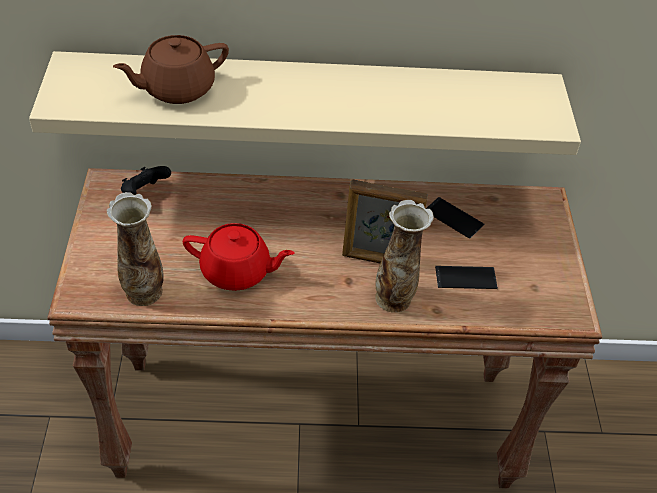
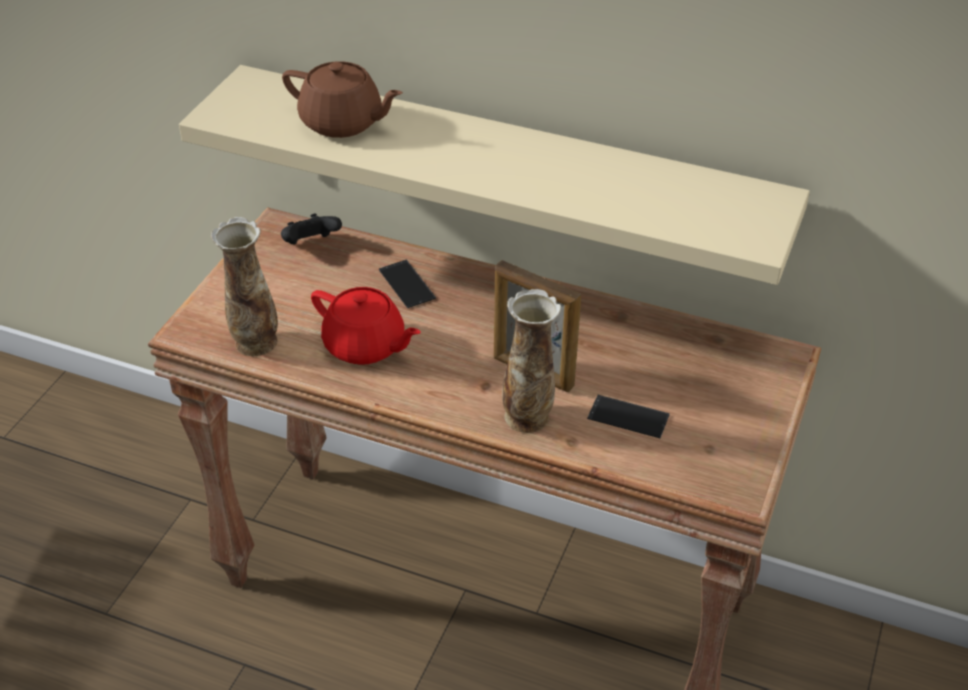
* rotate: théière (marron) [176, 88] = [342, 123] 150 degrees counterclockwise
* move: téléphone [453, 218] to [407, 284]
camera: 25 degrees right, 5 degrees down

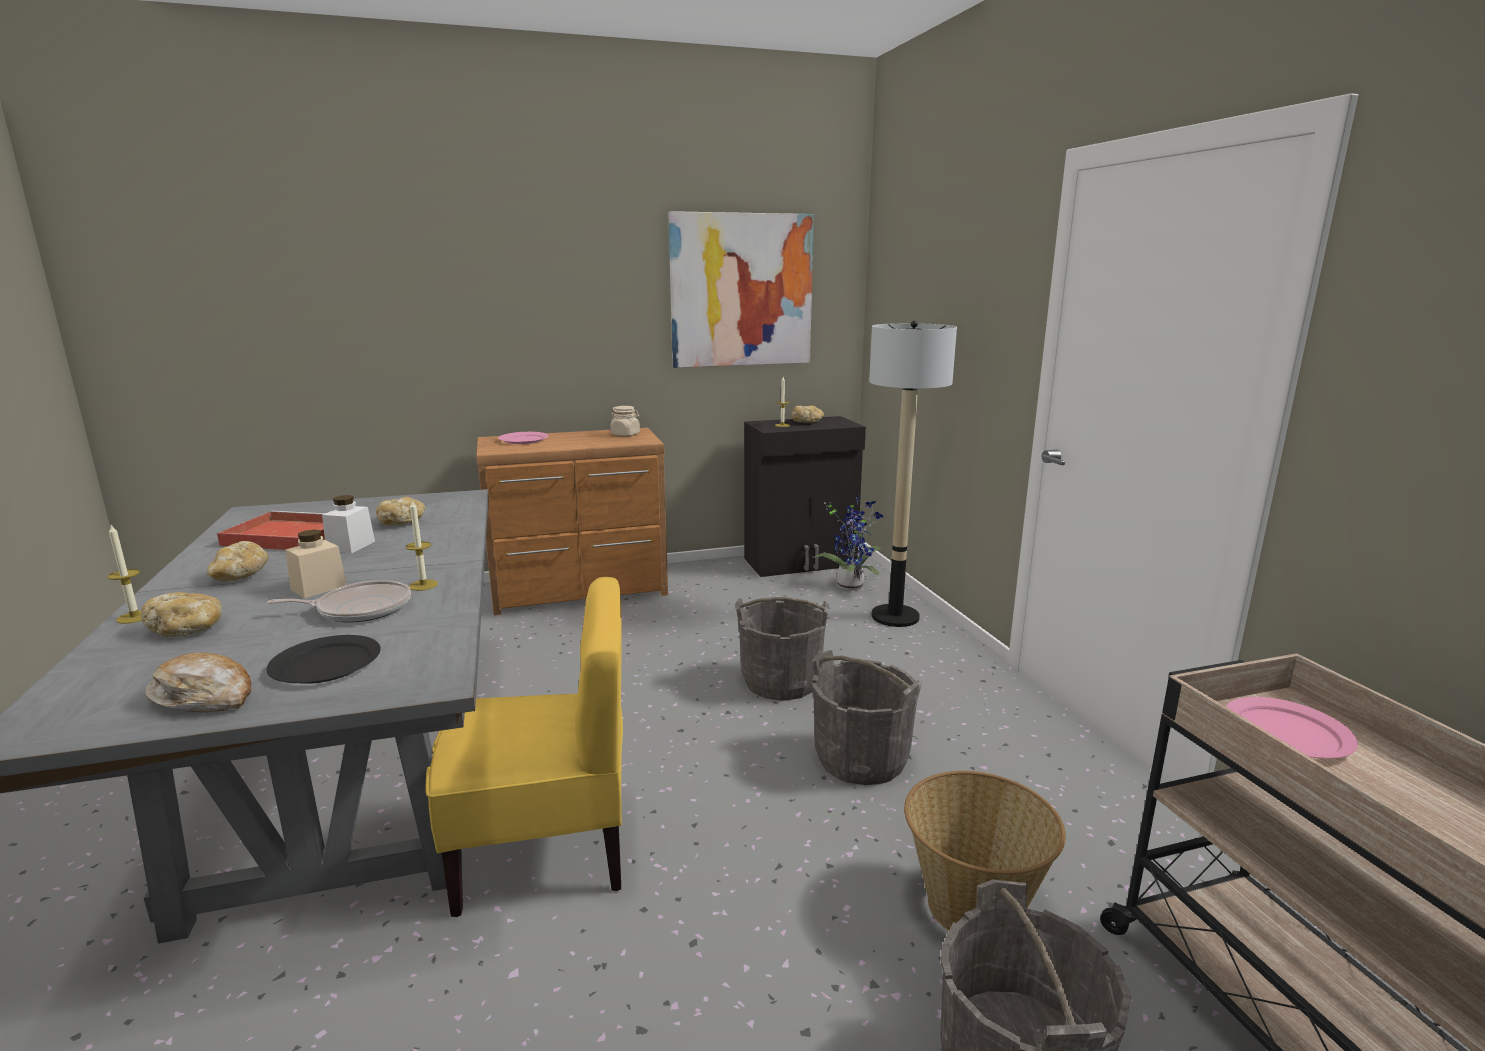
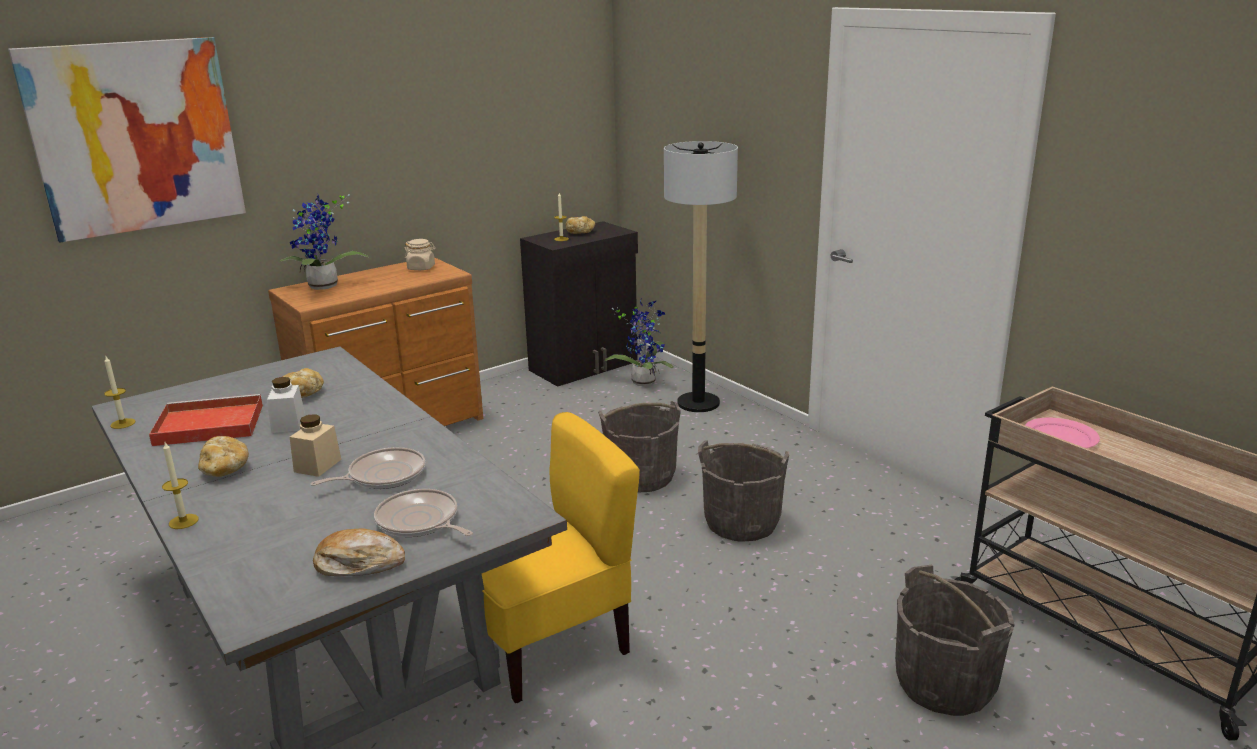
* delete: pain [188, 630]
* replace: assiette (noir) [325, 664] to poêle [420, 522]
* move: bougie [423, 585] to [123, 423]
* replace: assiette (rose) [523, 440] to plante en pot [324, 287]
* move: tableau [741, 290] to [136, 137]
* delete: panier [973, 905]
camera: 20 degrees left, 5 degrees up

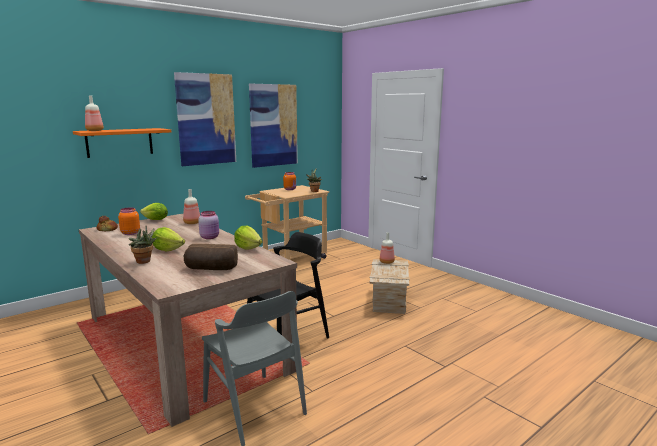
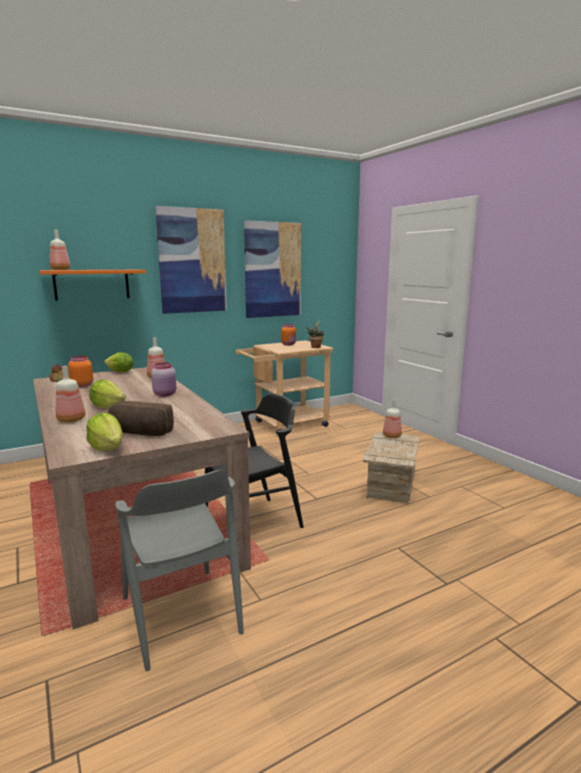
* replace: plante en pot [144, 262] to bouteille [71, 420]
* move: laitue [248, 248] to [107, 448]
camera: 10 degrees right, 0 degrees up

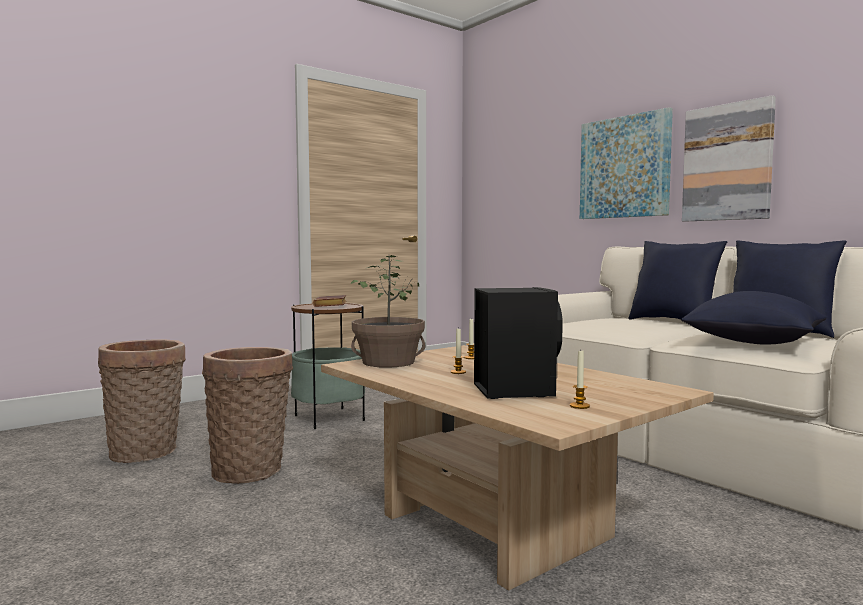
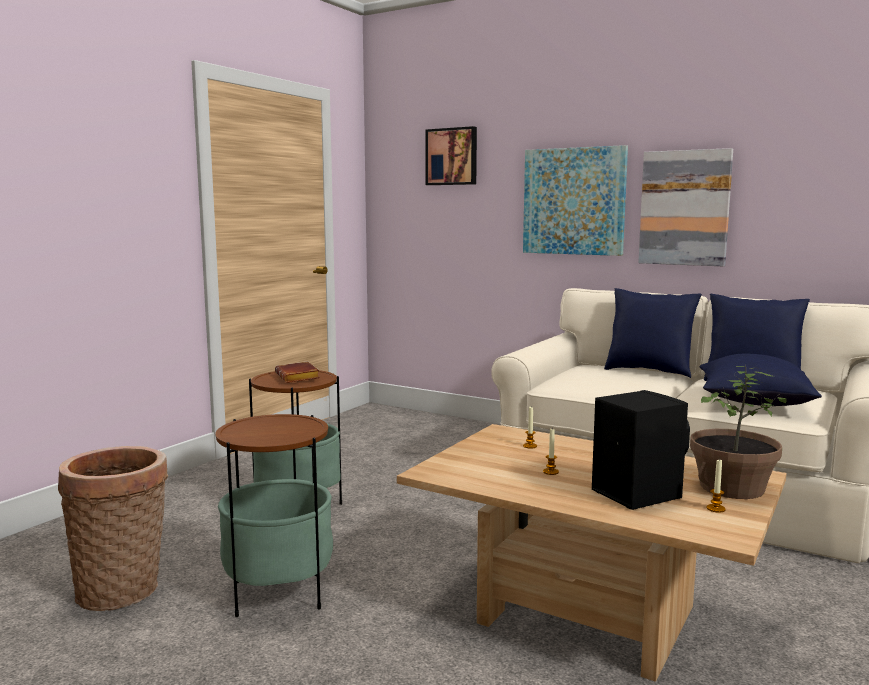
* replace: panier [251, 469] to table d'appoint [279, 592]
* move: plante en pot [388, 362] to [731, 487]
* insert: tableau [452, 156]
camera: 20 degrees left, 5 degrees up

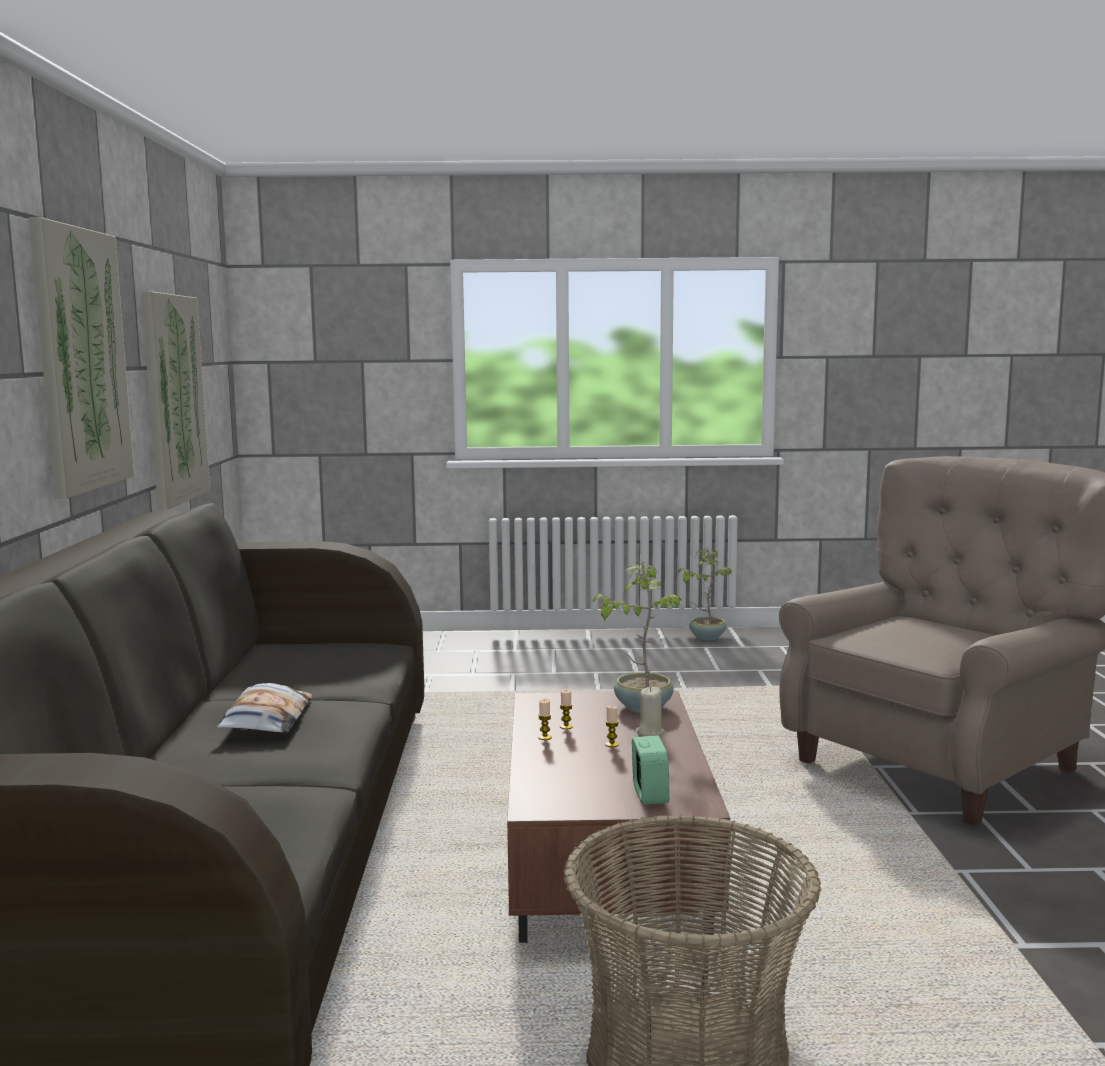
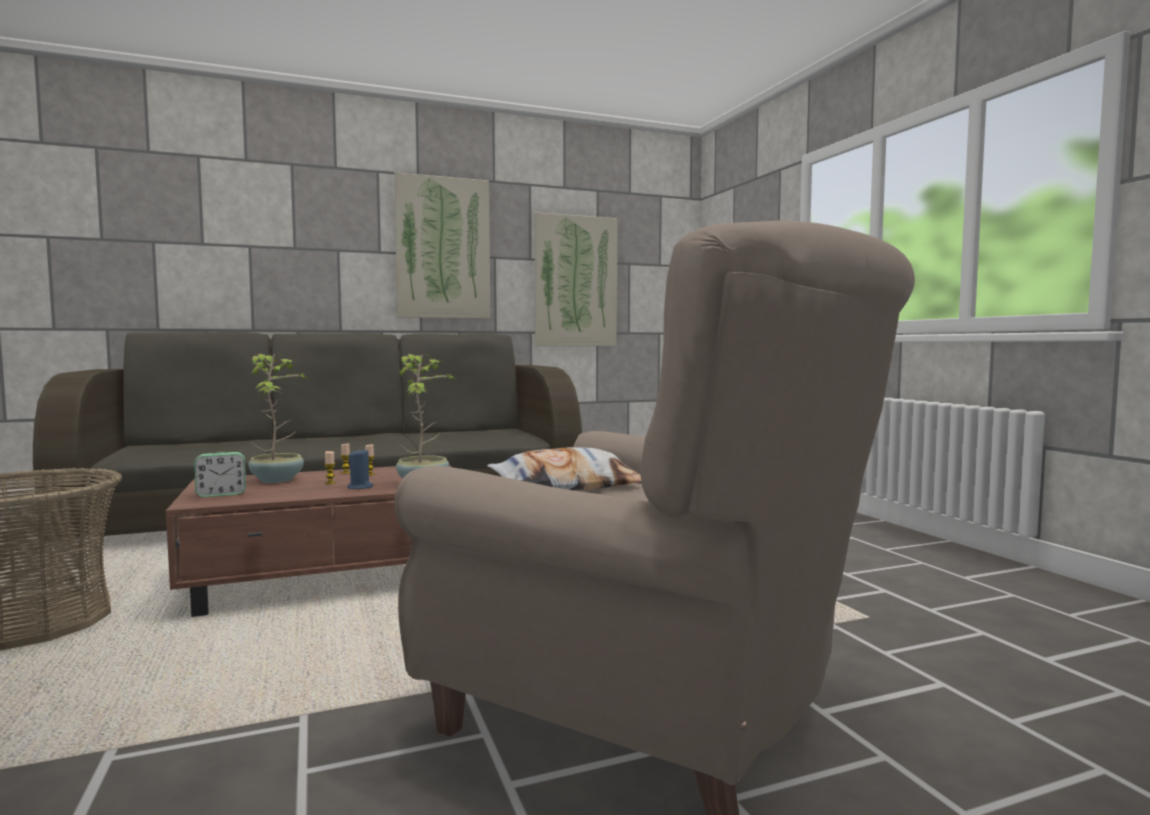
* move: coussin [266, 720] to [566, 485]
* recolor: bougie (beige) [650, 732] to bougie (bleu) [360, 487]
* move: plante en pot [706, 637] to [278, 480]
camera: 70 degrees right, 5 degrees down

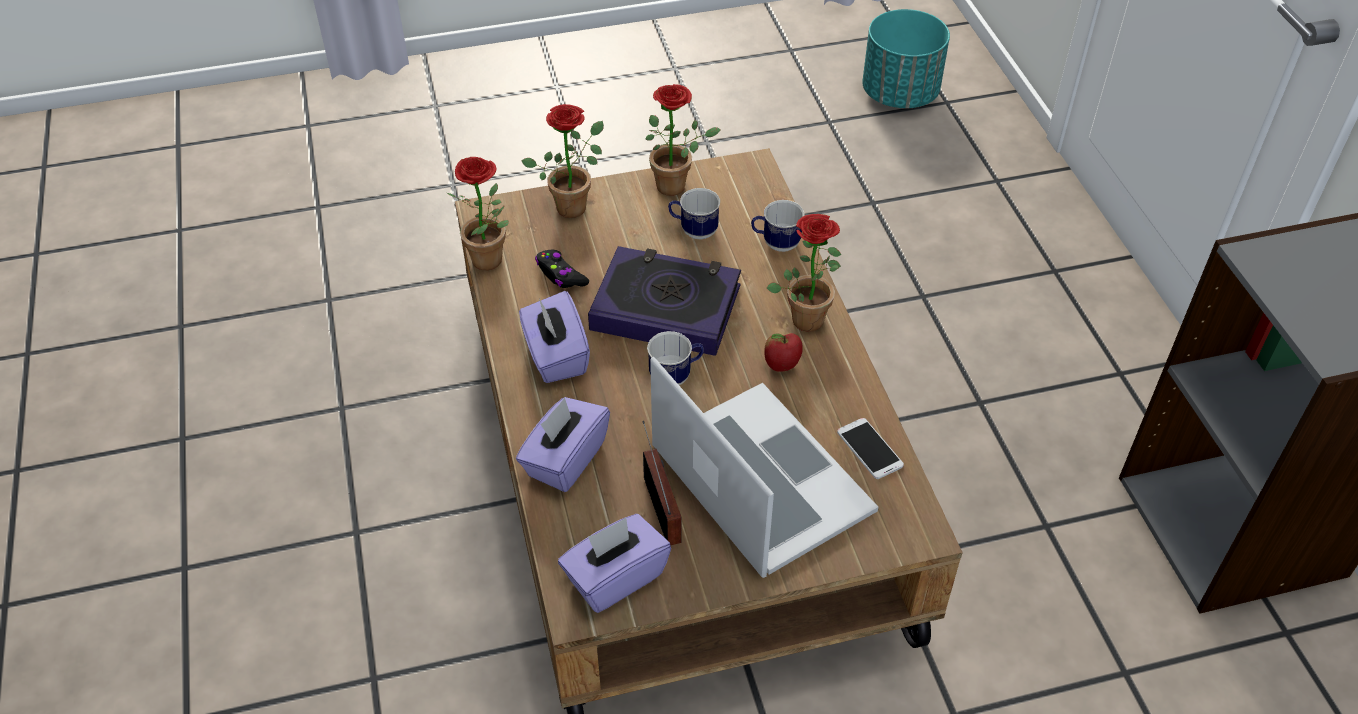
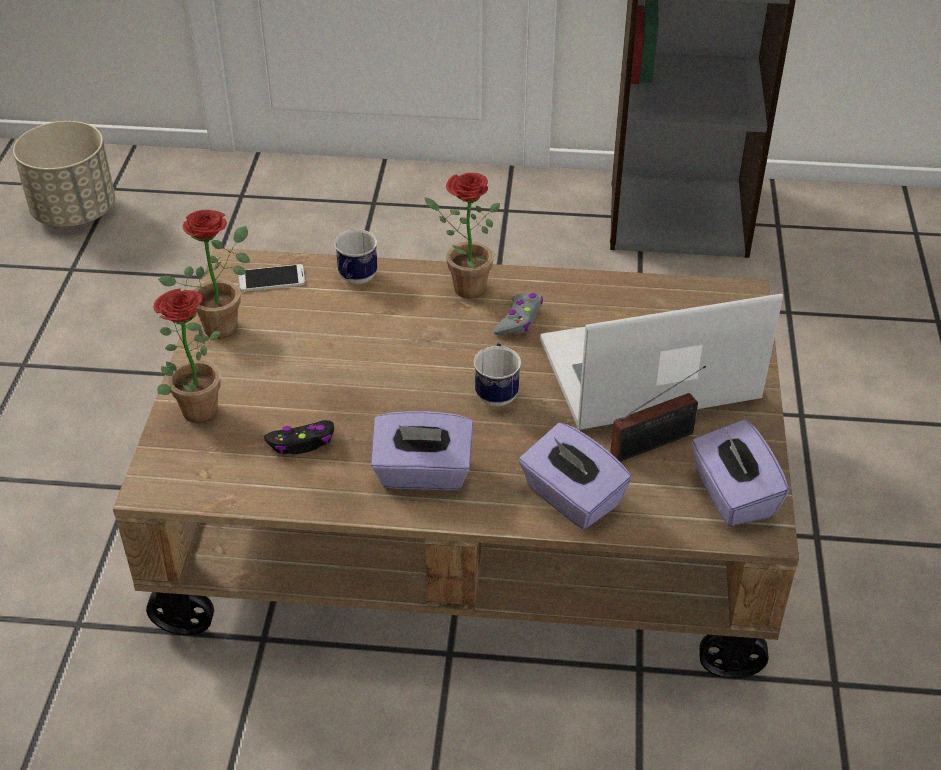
* delete: plante en pot [492, 262]
* delete: livre [666, 308]
* rotate: radio [661, 505] = [657, 442] 150 degrees clockwise
* delete: mug [693, 231]
* replace: pomme [782, 366] to manette (gris) [519, 320]
* move: téléphone [869, 449] to [271, 278]
* recolor: cache-pot (turquoise) [900, 94] to cache-pot (beige) [75, 212]
camera: 70 degrees left, 5 degrees down

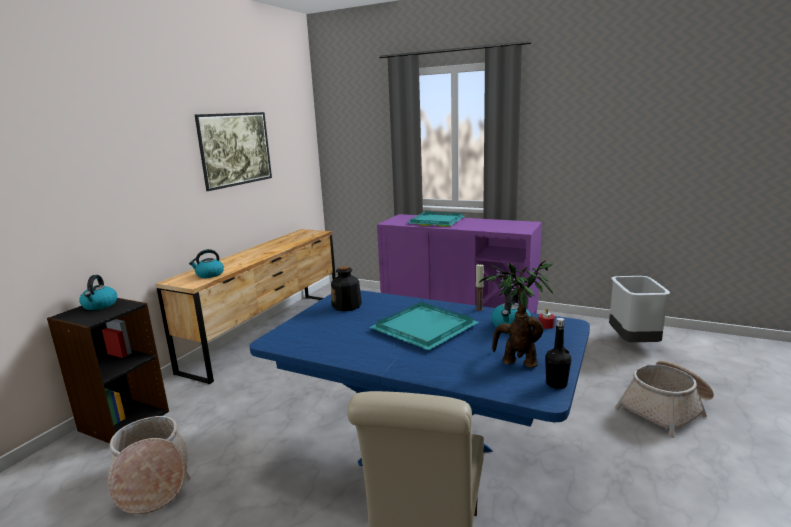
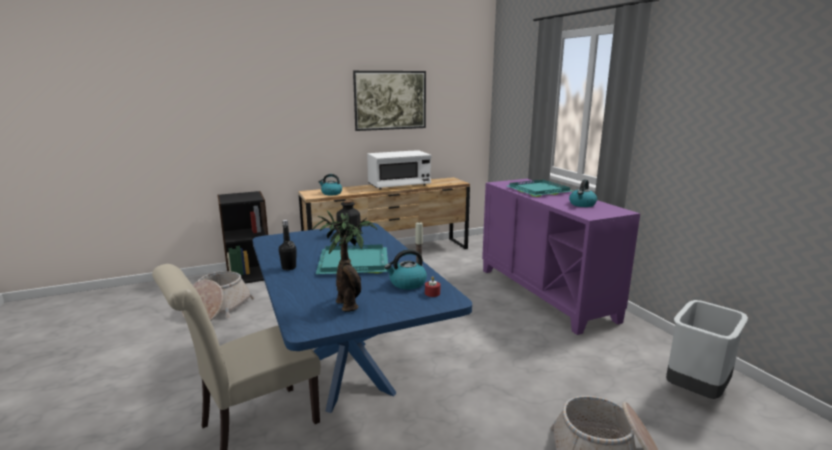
* move: bouilloire [100, 305] to [582, 204]
* move: bouteille (noir) [556, 384] to [289, 267]
* insert: micro-ondes (blanc) [399, 186]
camera: 40 degrees right, 0 degrees up

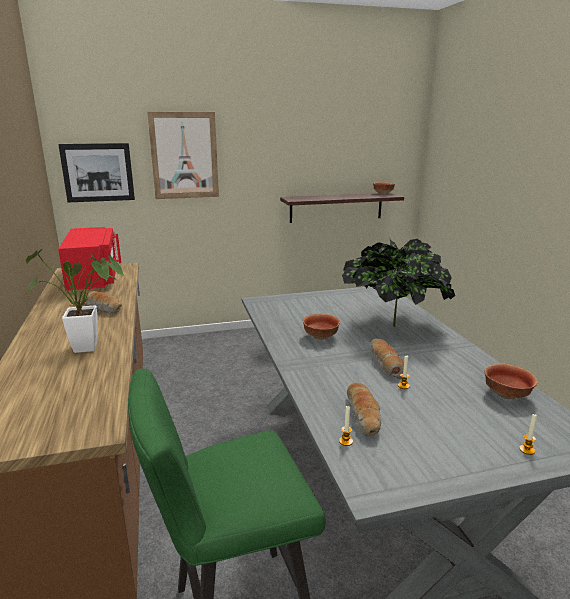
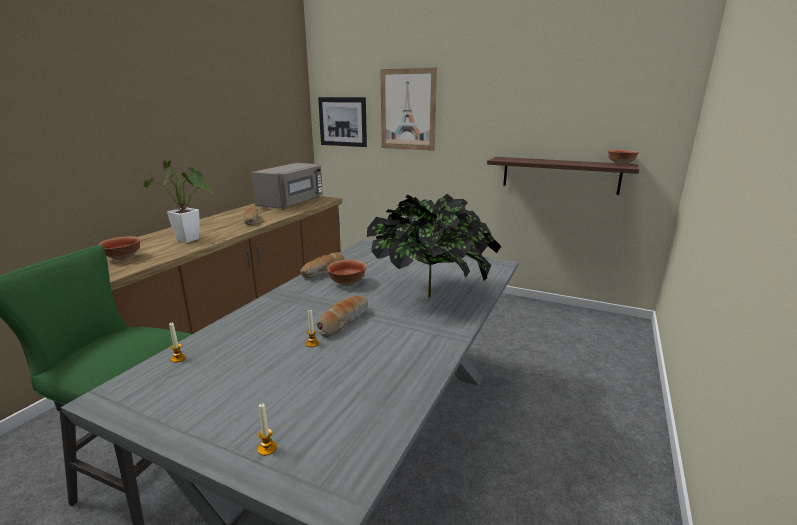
* recolor: micro-ondes (rouge) [94, 278] to micro-ondes (gris) [292, 202]
* move: pain [364, 416] to [324, 271]
* move: bol [507, 394] to [124, 258]
camera: 40 degrees right, 0 degrees up

